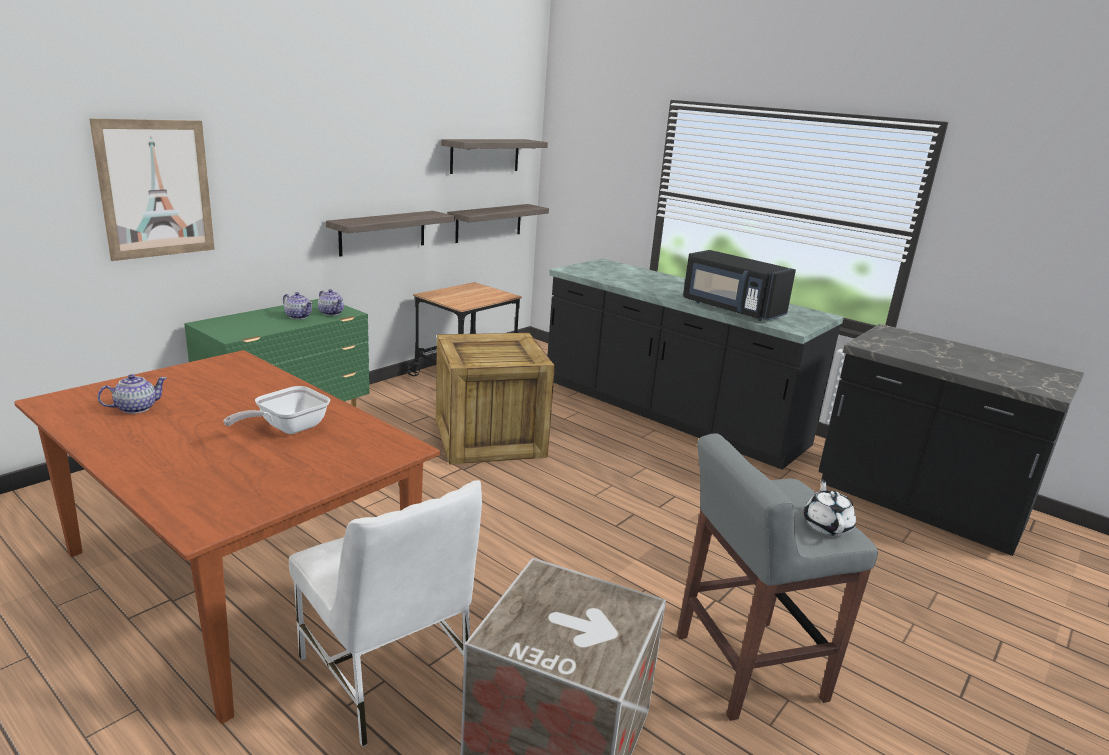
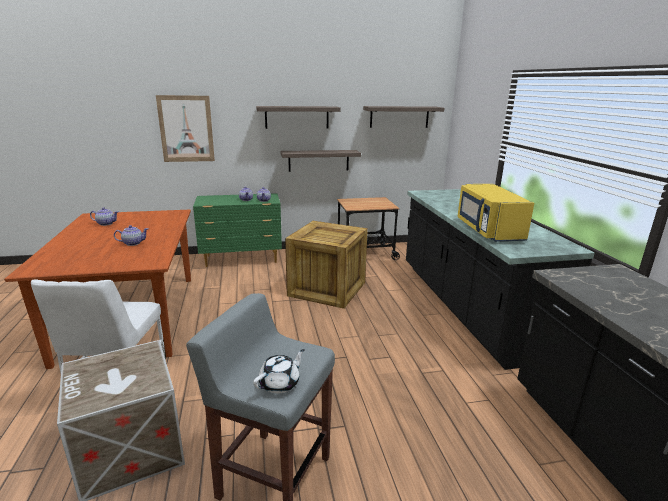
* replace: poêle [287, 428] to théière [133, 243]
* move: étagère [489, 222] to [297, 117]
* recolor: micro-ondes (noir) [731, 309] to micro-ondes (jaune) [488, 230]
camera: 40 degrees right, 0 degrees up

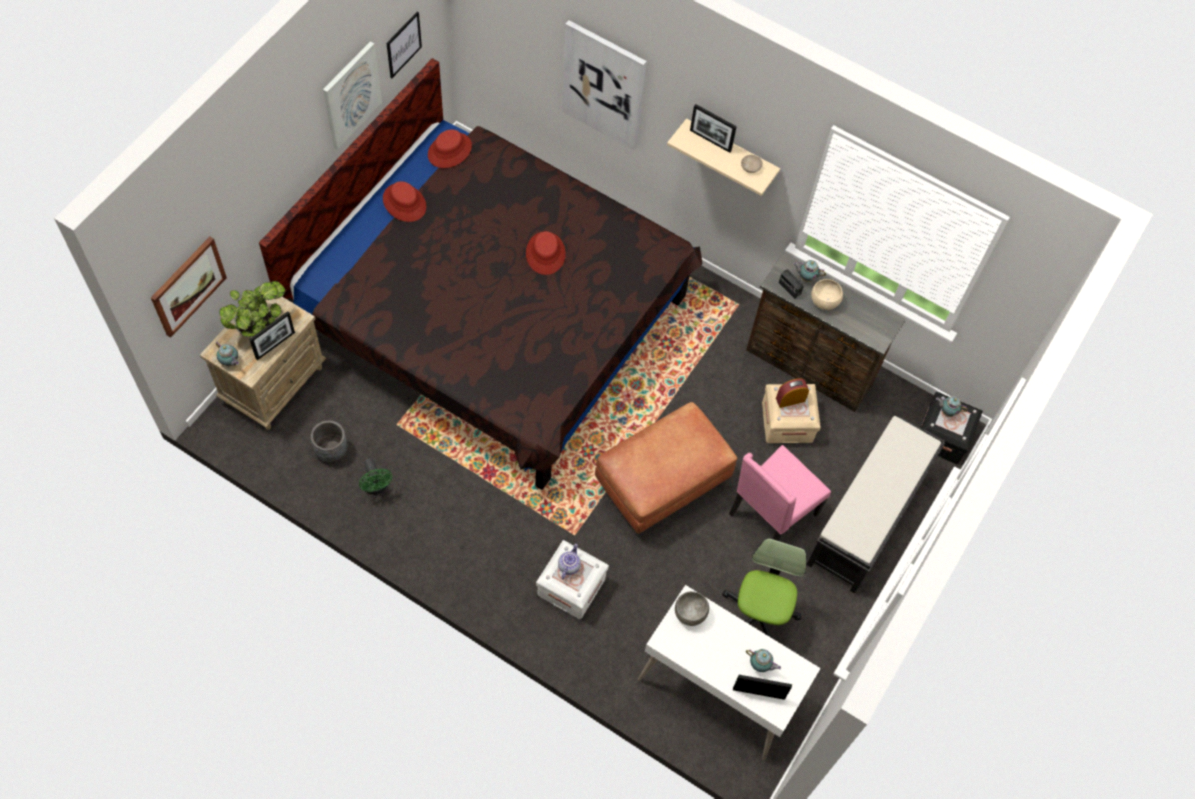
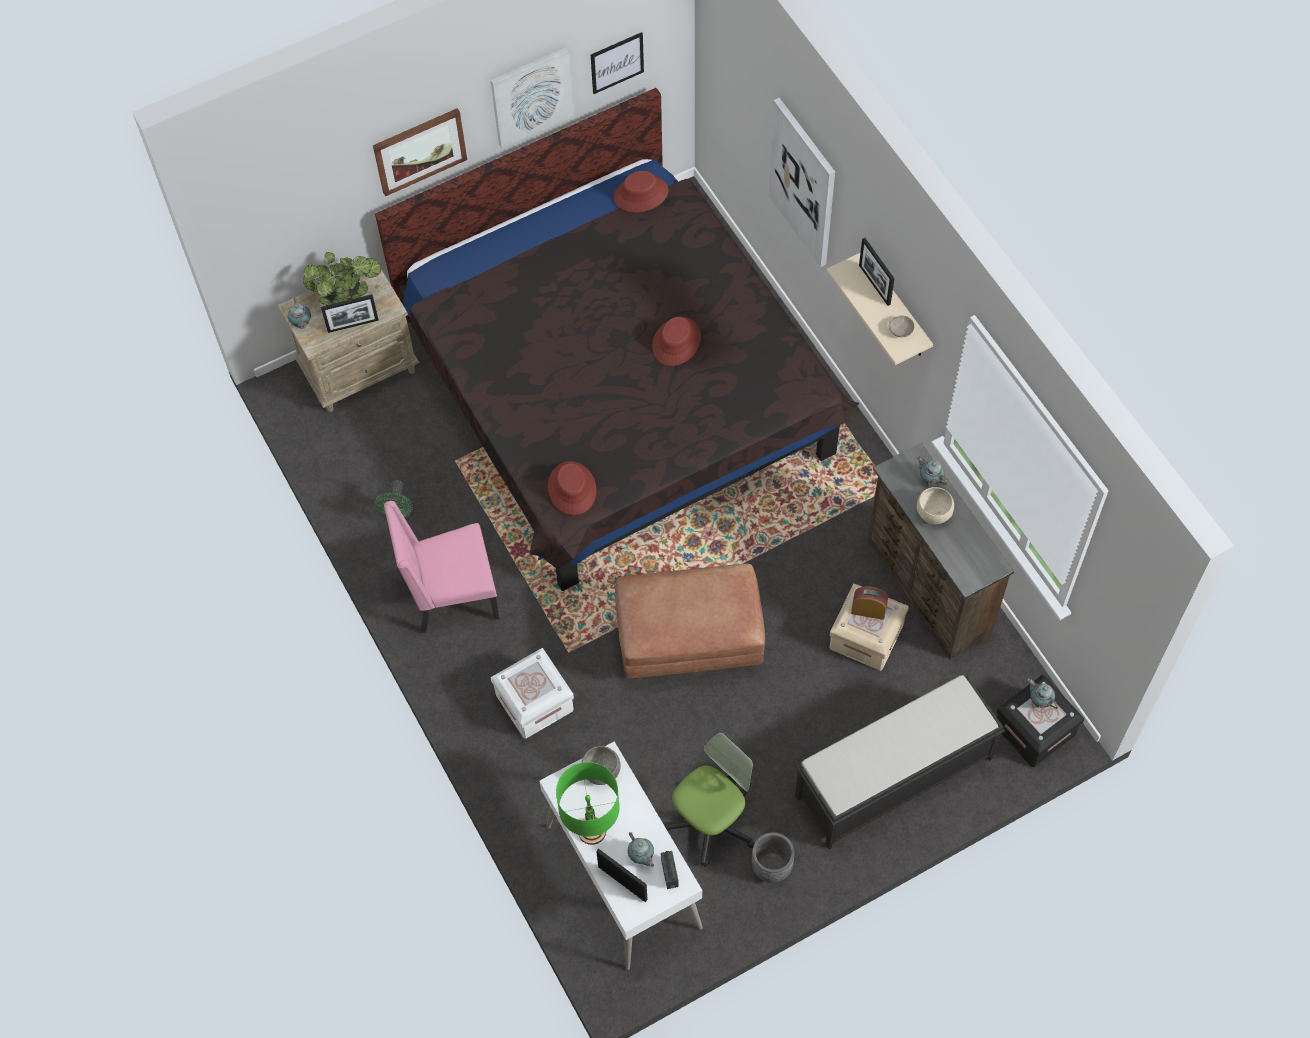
* move: tableau [188, 286] to [419, 150]
* move: cache-pot (gris) [331, 450] to [771, 866]
* move: chapeau (rouge) [404, 203] to [572, 488]
* delete: théière [568, 566]
* move: chaise (rose) [771, 515] to [451, 597]
* move: radio [789, 288] to [669, 873]
* insert: lampe de table (vert) [591, 831]
camera: 35 degrees right, 0 degrees up

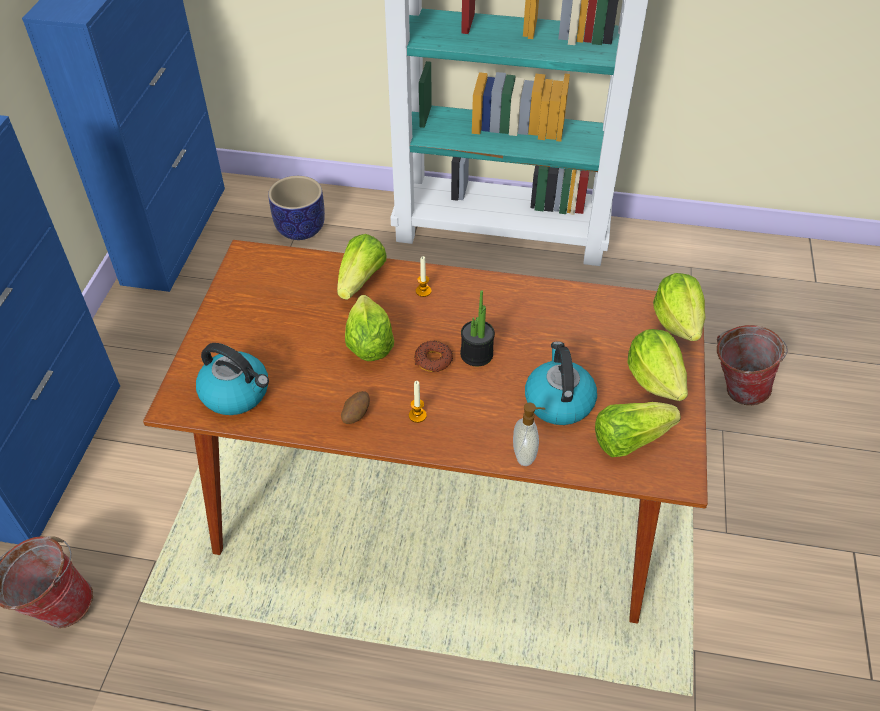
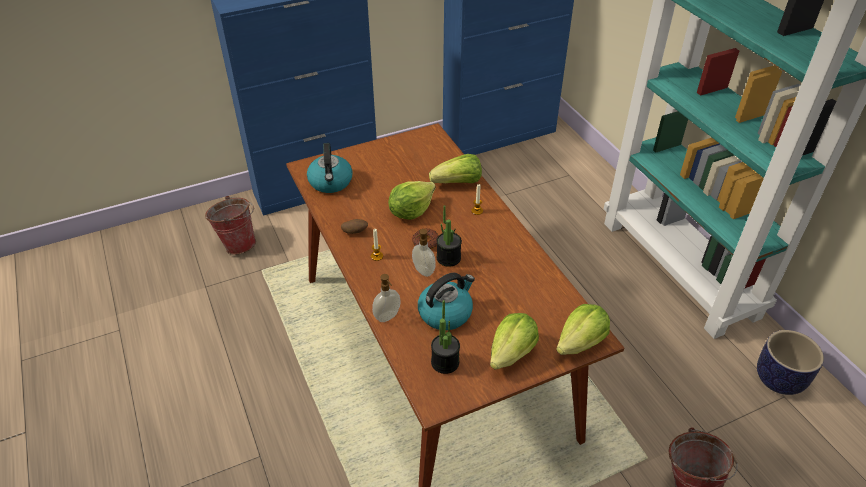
* move: cache-pot [301, 228] to [779, 379]
* replace: laitue [629, 439] to plante en pot [445, 362]
* insert: distributeur de savon [423, 271]
camera: 55 degrees right, 5 degrees down

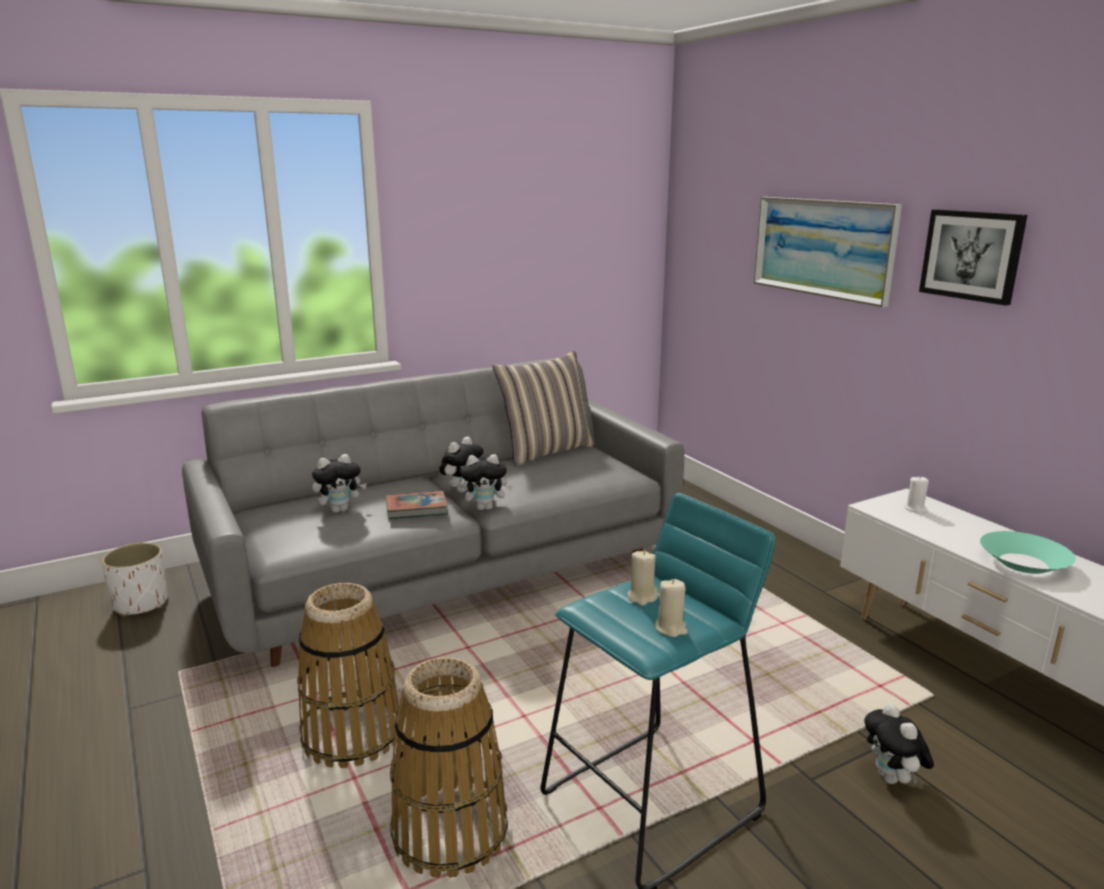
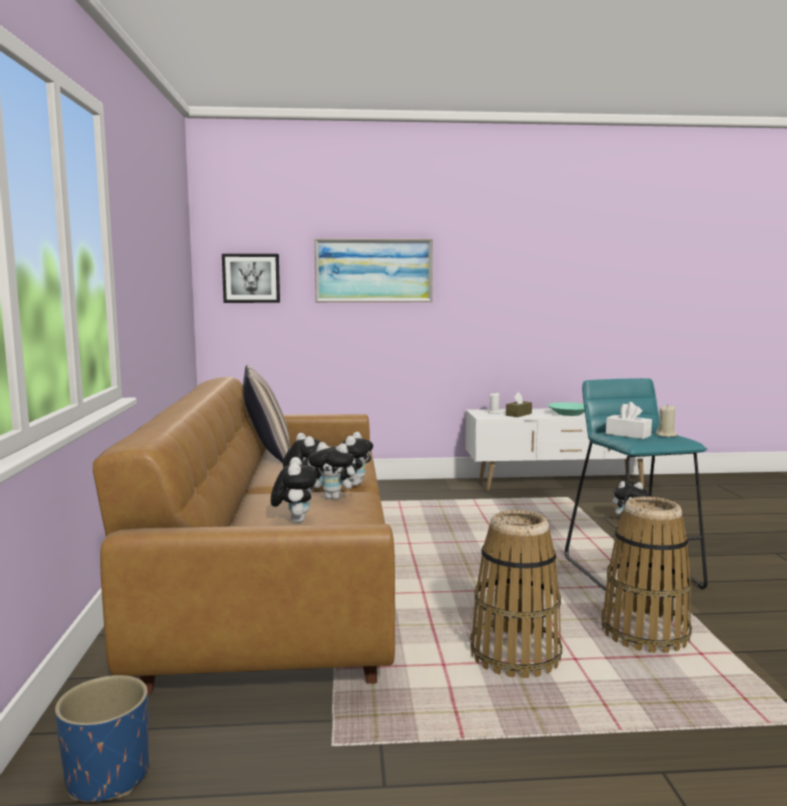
* recolor: cache-pot (blanc) [141, 604] to cache-pot (bleu) [107, 777]
* recolor: canapé (gris) [445, 570] to canapé (marron) [278, 582]
* replace: livre [416, 509] to peluche [334, 498]
* replace: bougie (beige) [642, 597] to boîte à mouchoirs (blanc) [628, 434]
* move: tableau [972, 255] to [251, 278]
* insert: boîte à mouchoirs (marron) [518, 414]
camera: 65 degrees left, 10 degrees down

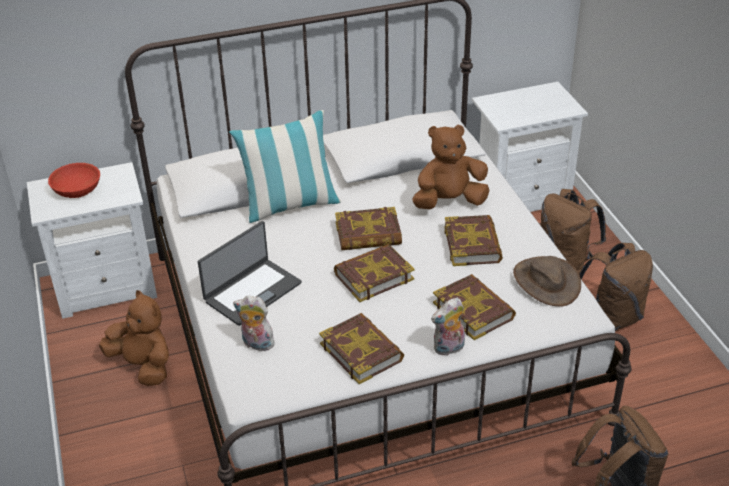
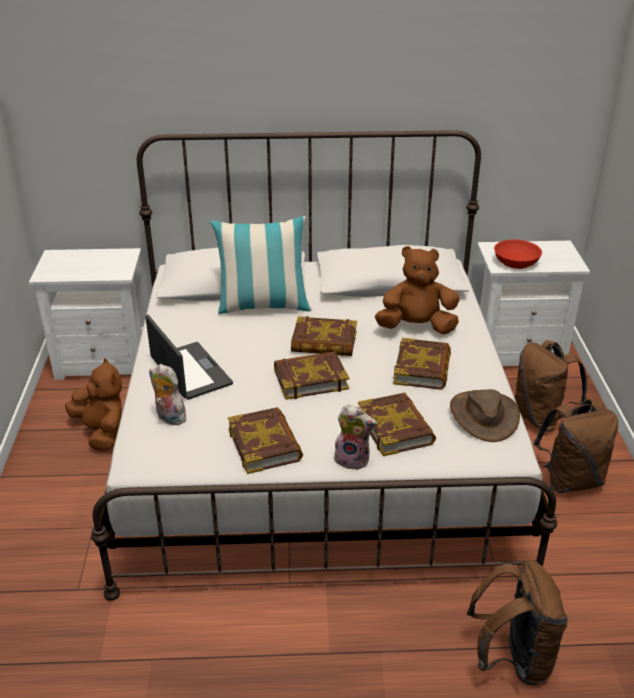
* move: bol (rouge) [76, 188] to [516, 261]
* rotate: ordinateur portable [252, 292] = [189, 372] 90 degrees counterclockwise
* rotate: peluche [449, 349] = [353, 459] 150 degrees counterclockwise
camera: 15 degrees right, 5 degrees down

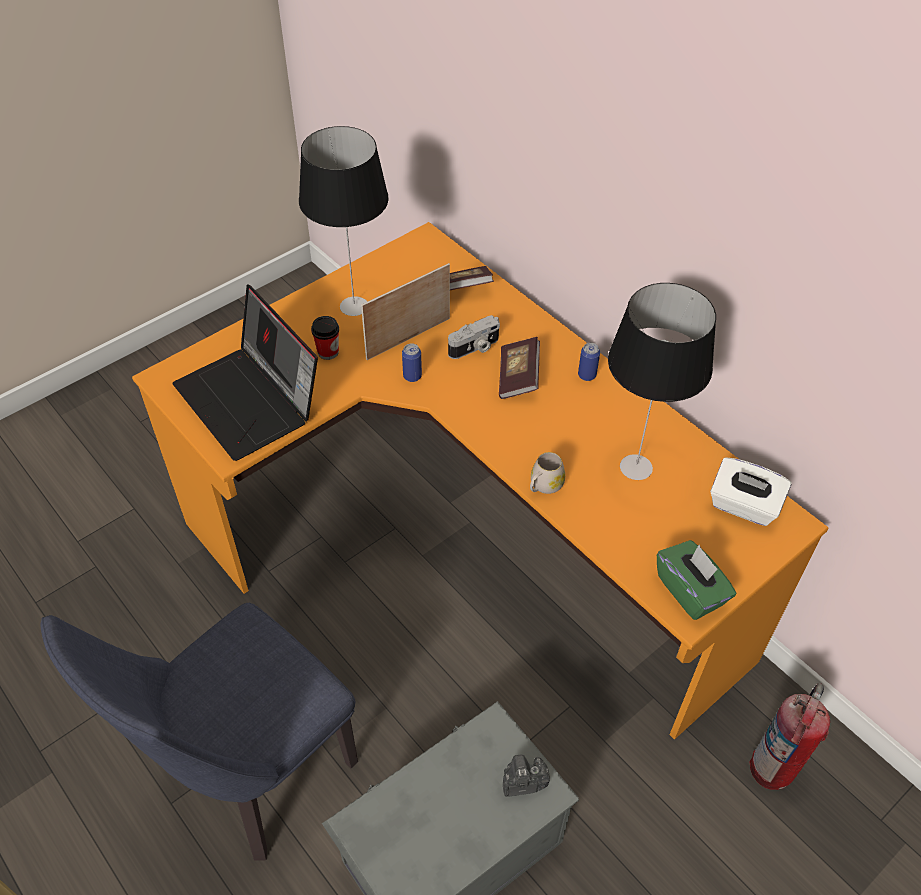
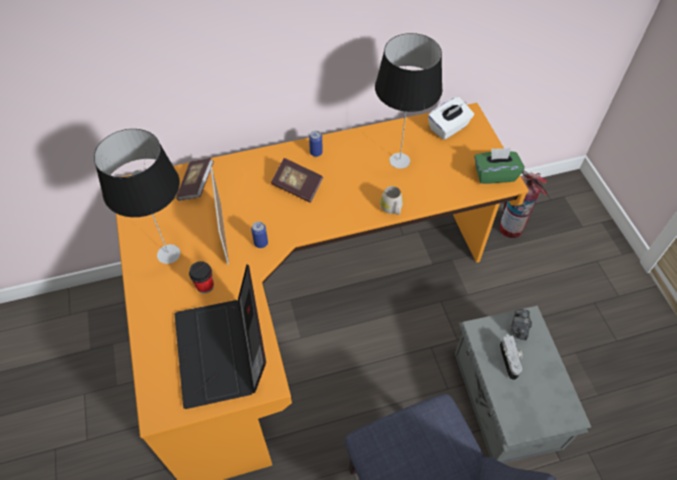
* rotate: ordinateur portable [251, 401] = [224, 352] 90 degrees clockwise
* move: appareil photo [475, 348] to [510, 360]
camera: 65 degrees left, 5 degrees up

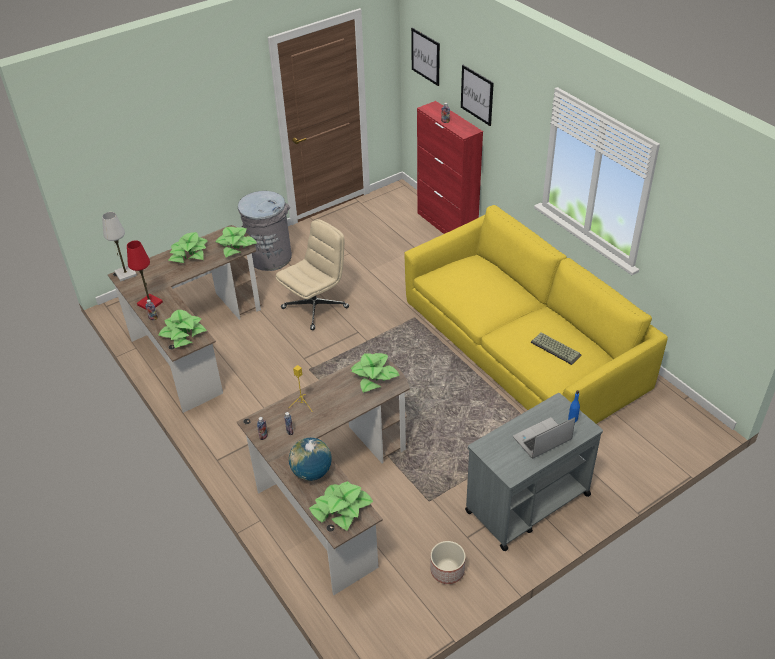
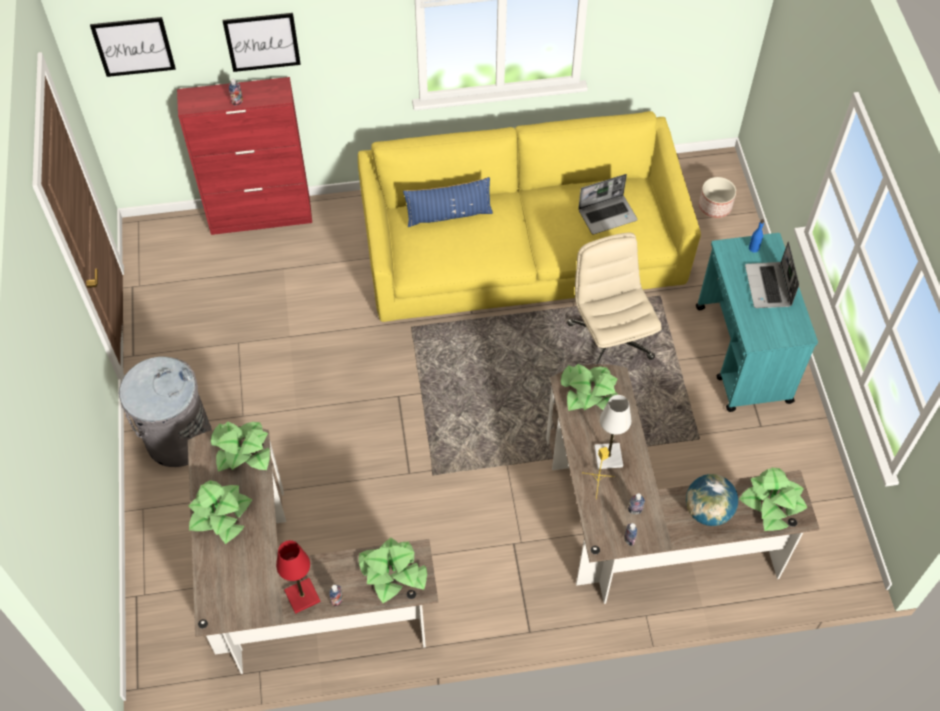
* move: lampe de table (blanc) [125, 274] to [608, 457]
* move: chaise de bureau (beige) [315, 307] to [609, 340]
* move: cache-pot [447, 570] to [715, 206]
* recolor: chariot (gris) [527, 503] to chariot (turquoise) [743, 355]
* replace: clavier [556, 348] to ordinateur portable [608, 215]
* insert: coussin (bleu) [449, 215]
camera: 65 degrees left, 15 degrees up

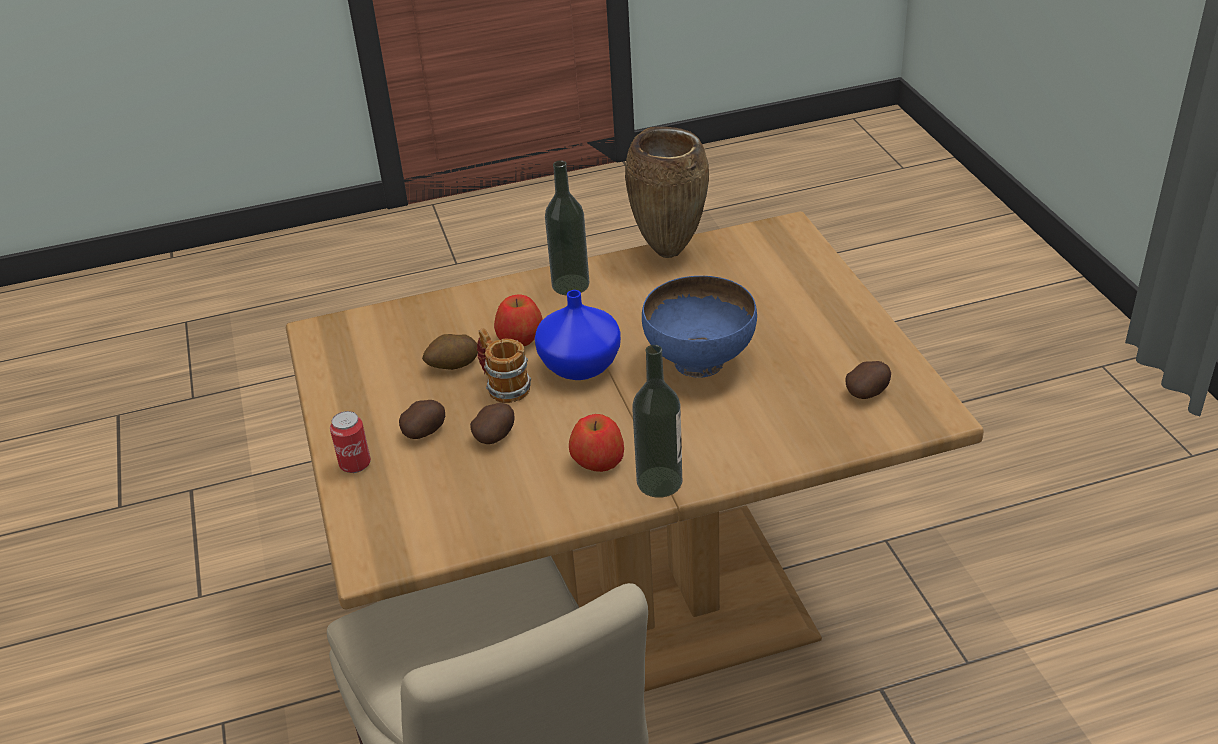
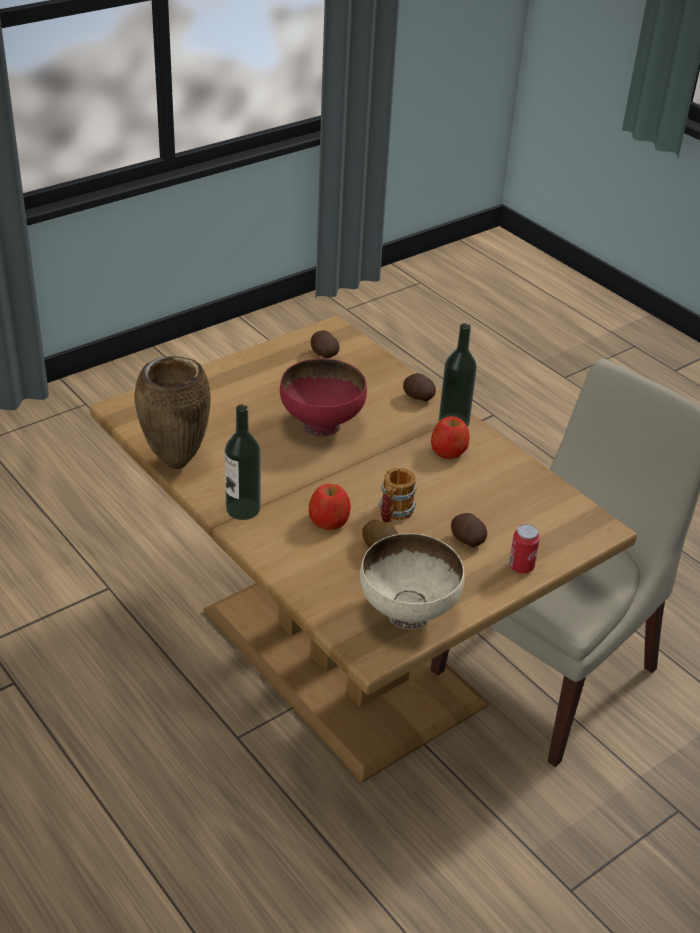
* move: pomme de terre [496, 436] to [418, 397]
* delete: vase (bleu) [582, 365]
* recolor: bol (bleu) [699, 363] to bol (rouge) [322, 424]
* insert: bol (beige) [408, 612]
camera: 115 degrees left, 0 degrees up

